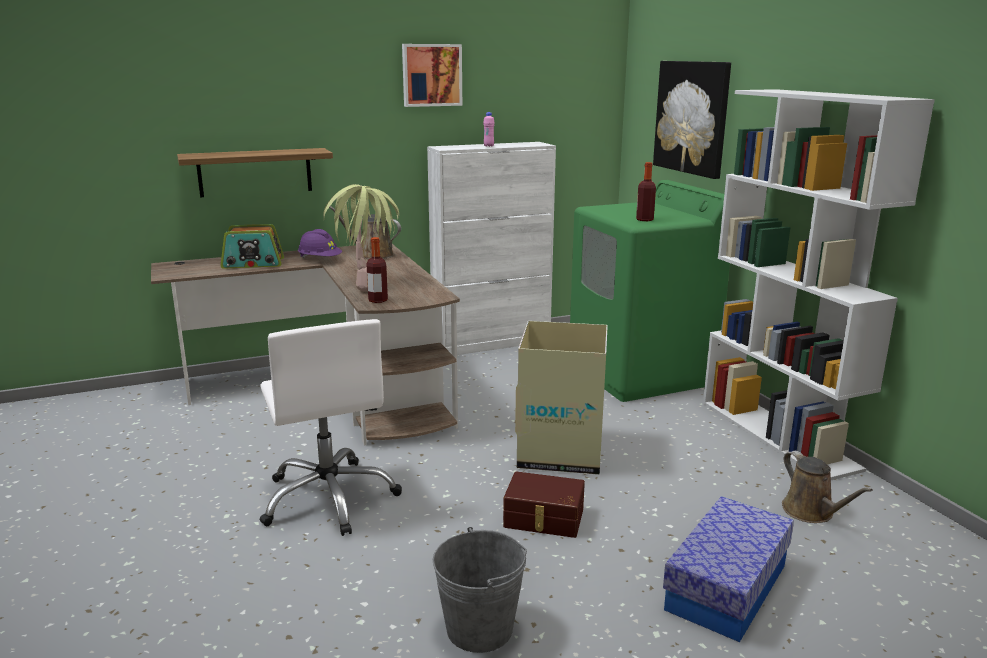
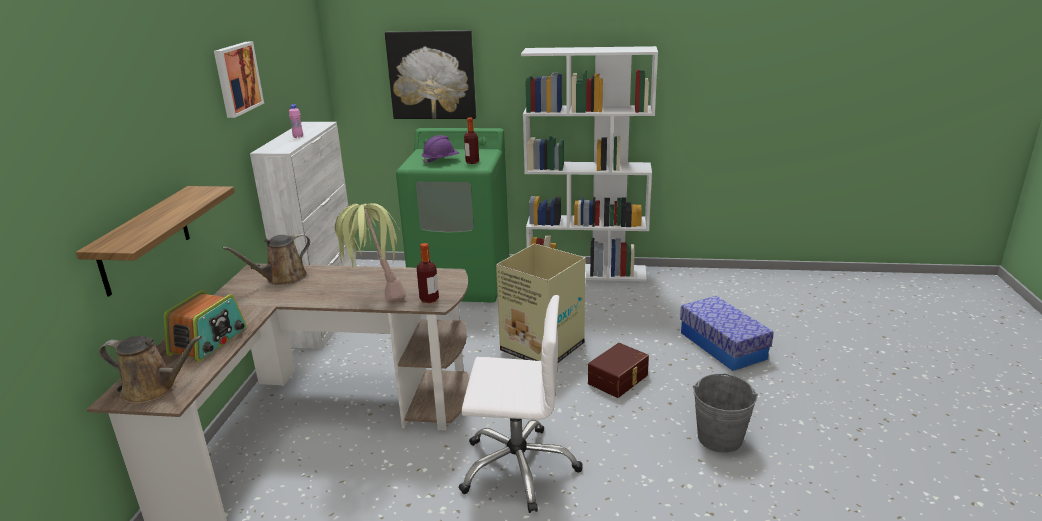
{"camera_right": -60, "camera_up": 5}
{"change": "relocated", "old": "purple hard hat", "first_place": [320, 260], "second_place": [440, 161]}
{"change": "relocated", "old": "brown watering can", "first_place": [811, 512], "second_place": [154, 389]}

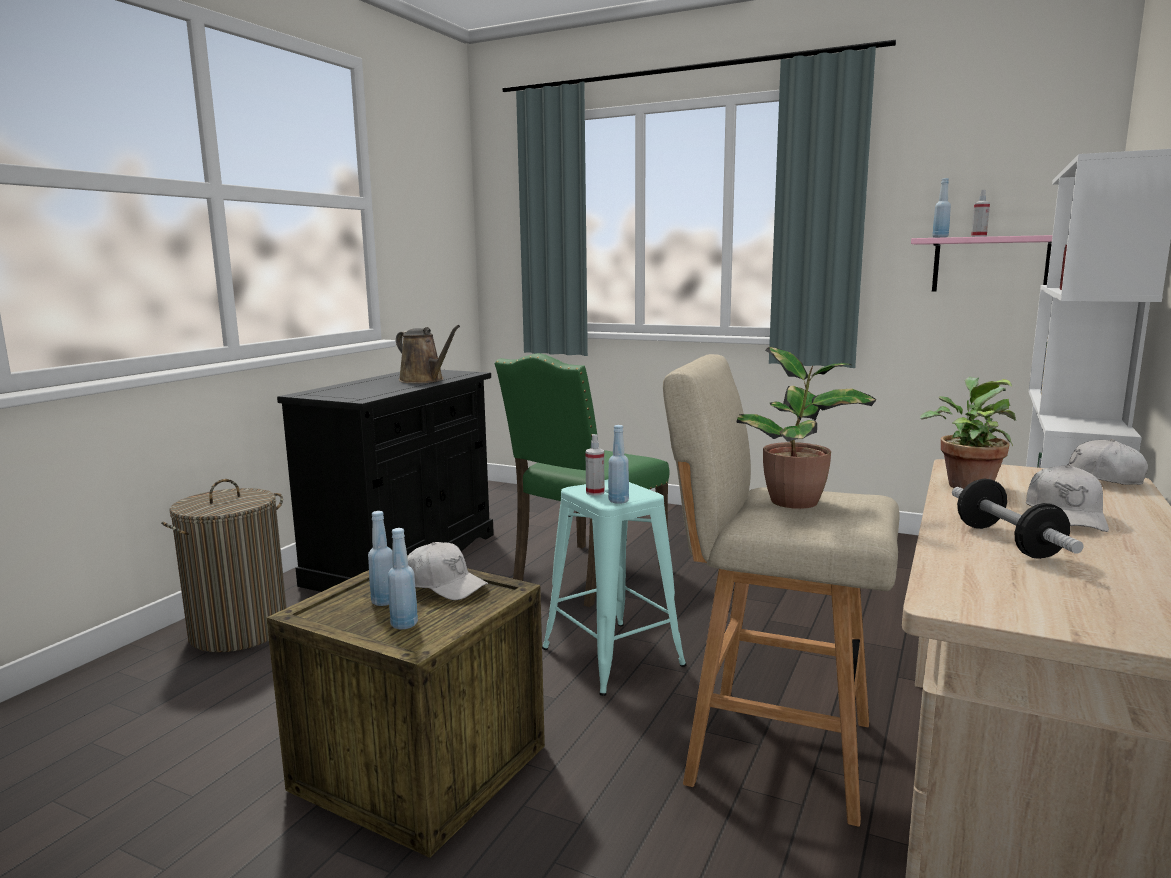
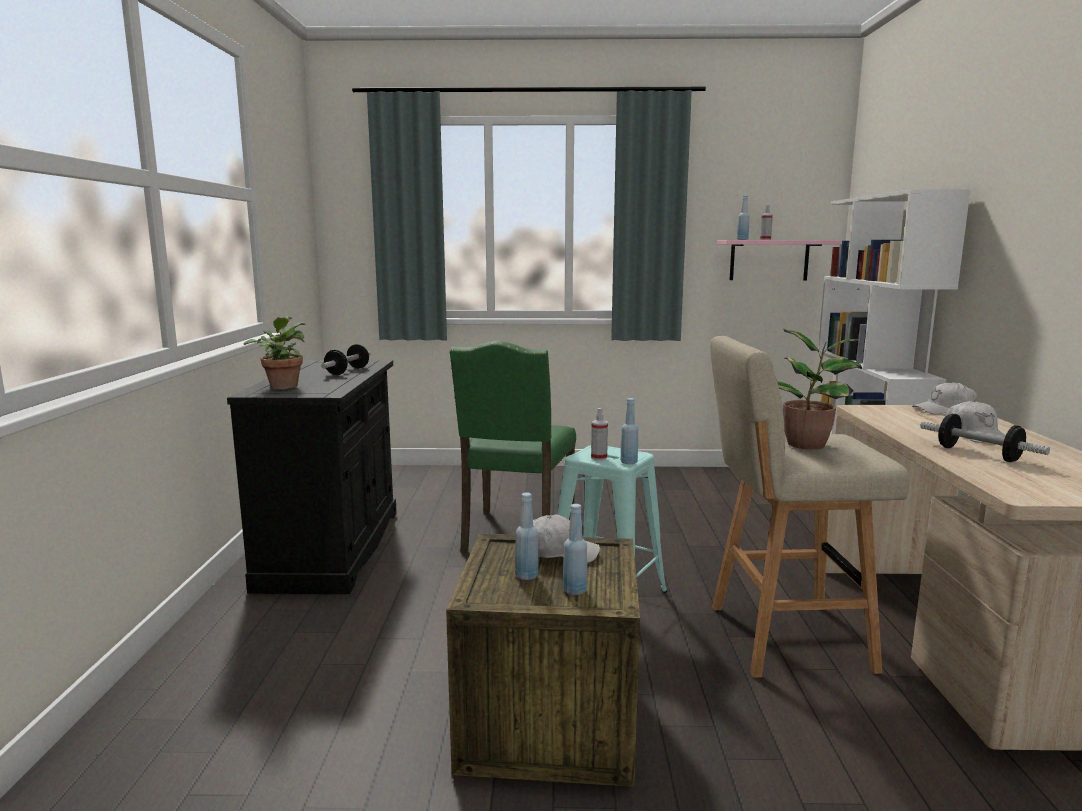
{"camera_right": -25, "camera_up": 0}
{"change": "missing", "old": "laundry basket", "first_place": [238, 631]}
{"change": "exchanged", "old": "brown watering can", "new": "dumbbell", "first_place": [424, 380], "second_place": [347, 371]}
{"change": "relocated", "old": "potted plant", "first_place": [966, 485], "second_place": [283, 386]}

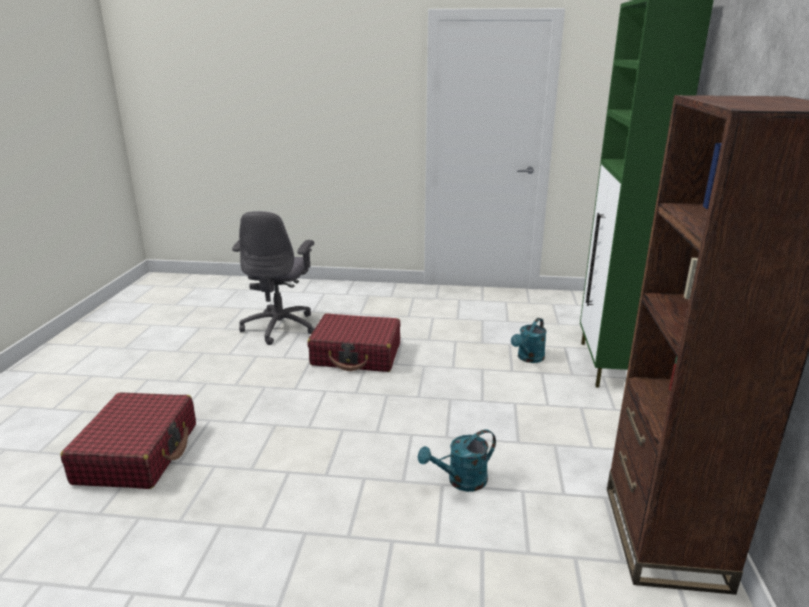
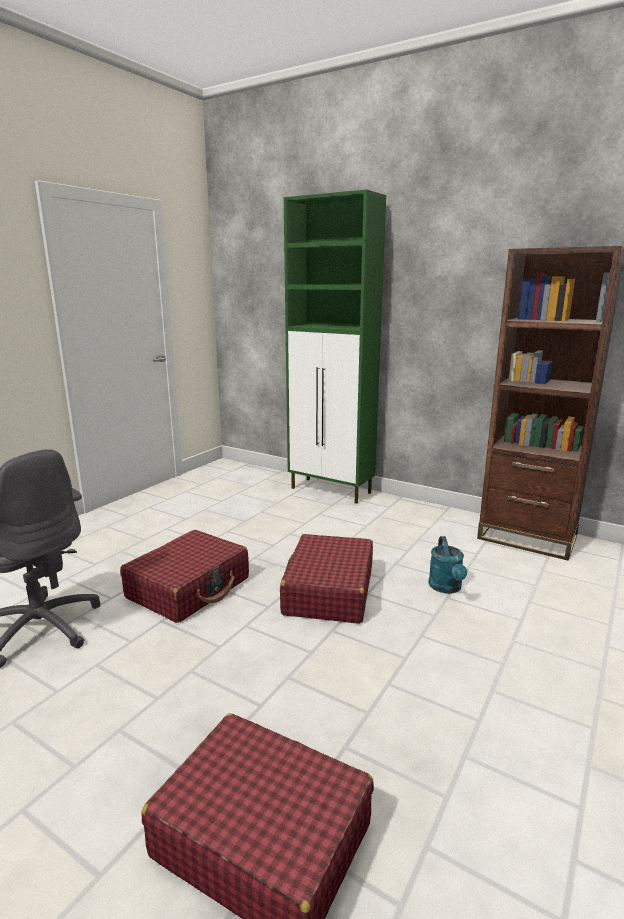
{"camera_right": -65, "camera_up": -5}
{"change": "missing", "old": "turquoise watering can", "first_place": [528, 358]}
{"change": "appeared", "new": "red suitcase", "second_place": [328, 591]}

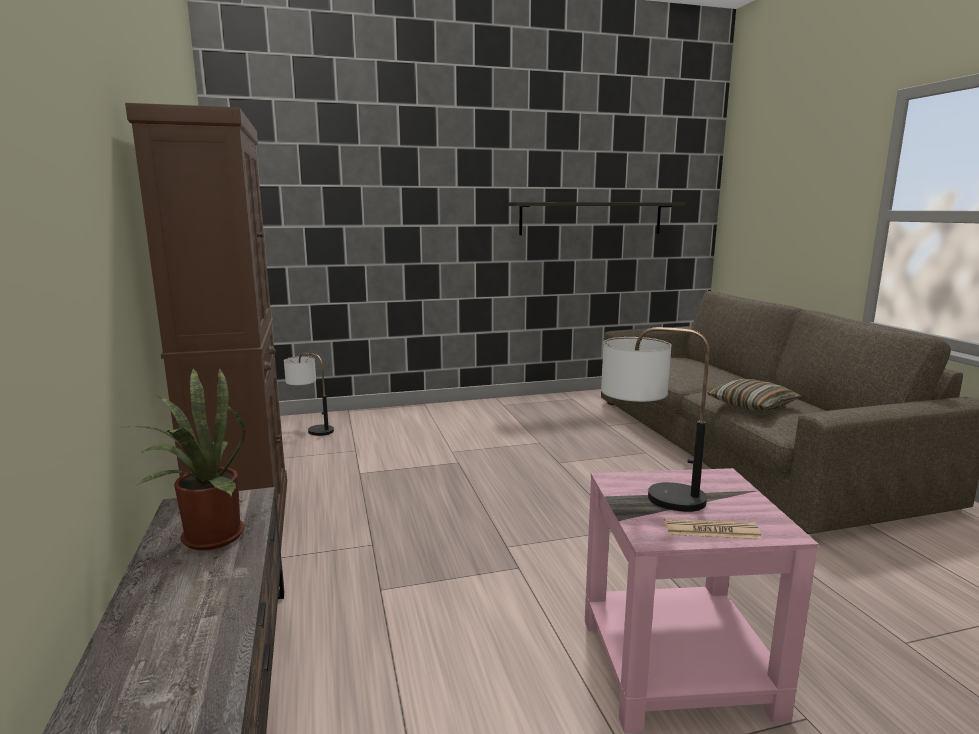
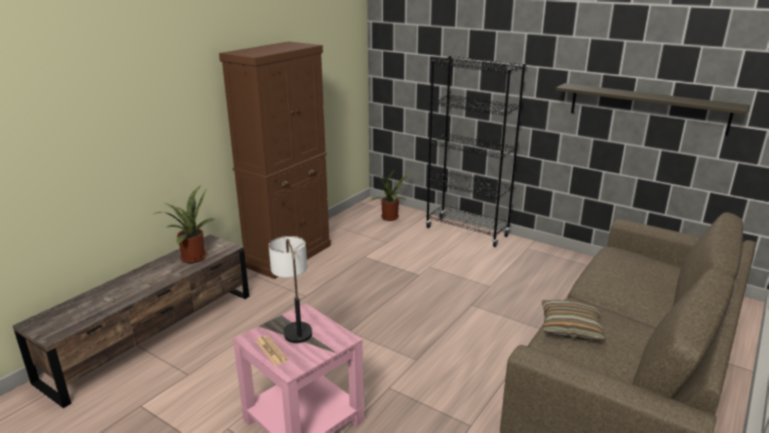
{"camera_right": 50, "camera_up": 10}
{"change": "exchanged", "old": "table lamp", "new": "potted plant", "first_place": [311, 429], "second_place": [391, 218]}
{"change": "appeared", "new": "black bookcase", "second_place": [467, 232]}

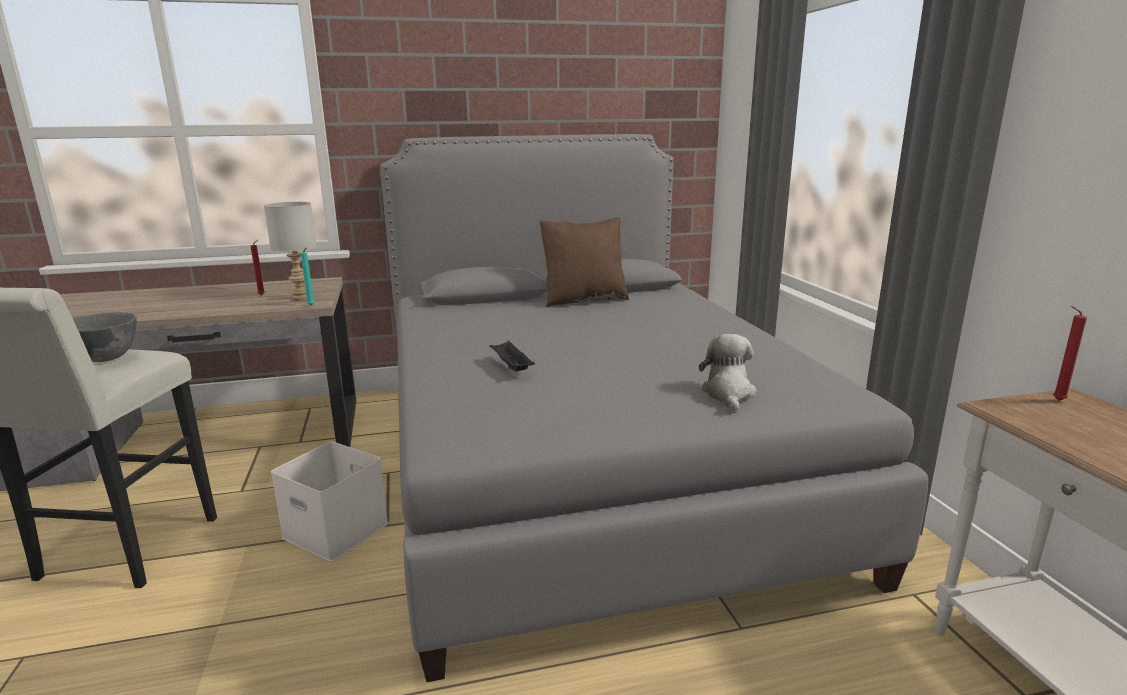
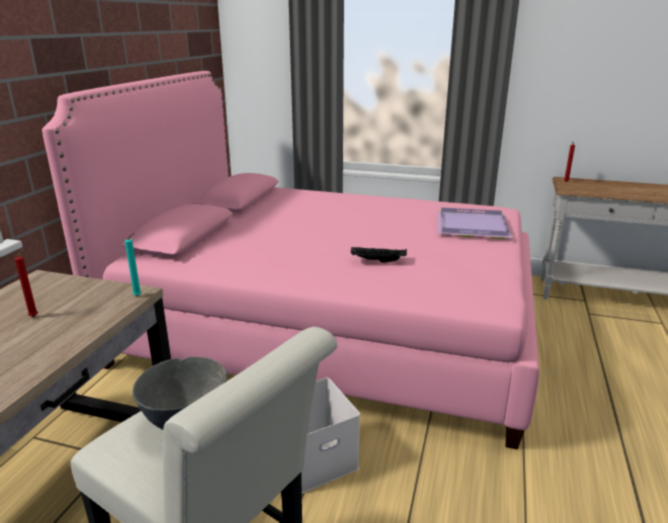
{"camera_right": -60, "camera_up": 5}
{"change": "missing", "old": "grey table lamp", "first_place": [302, 297]}
{"change": "colour", "old": "grey bed", "new": "pink bed", "first_place": [584, 464], "second_place": [329, 327]}
{"change": "missing", "old": "brown pillow", "first_place": [584, 300]}
{"change": "exchanged", "old": "plush toy", "new": "purple tray", "first_place": [728, 394], "second_place": [473, 227]}

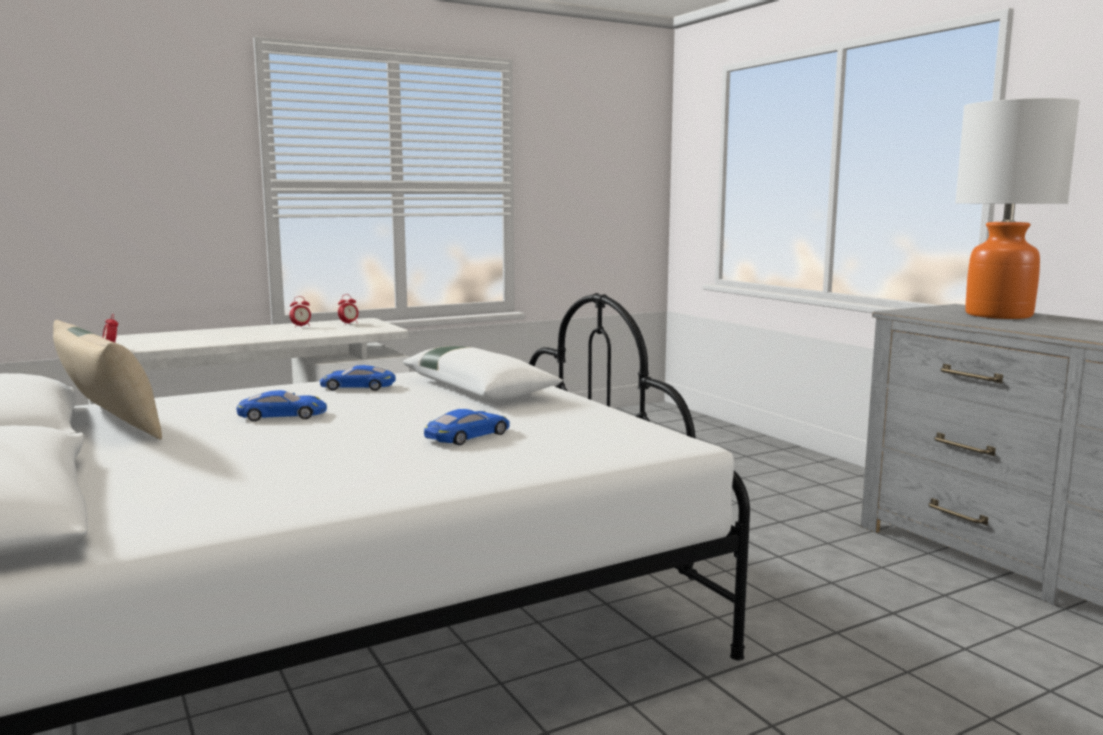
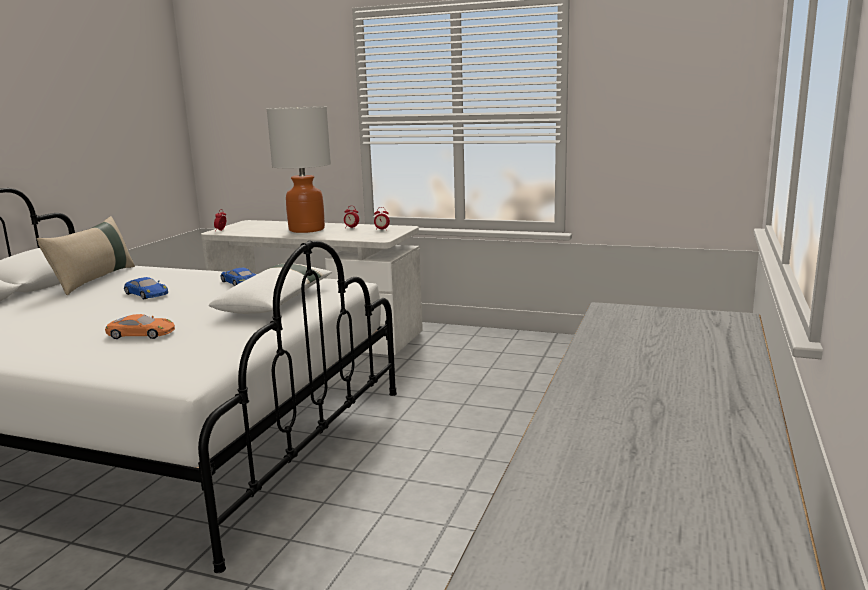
{"camera_right": 50, "camera_up": 5}
{"change": "colour", "old": "blue toy car", "new": "orange toy car", "first_place": [468, 436], "second_place": [141, 334]}
{"change": "relocated", "old": "table lamp", "first_place": [999, 315], "second_place": [307, 229]}

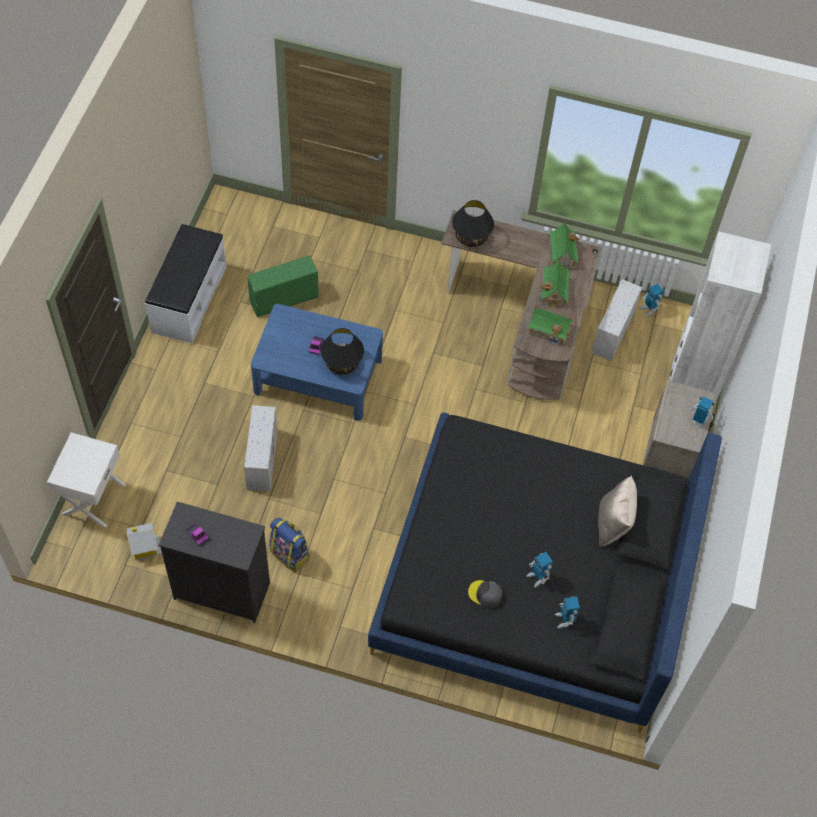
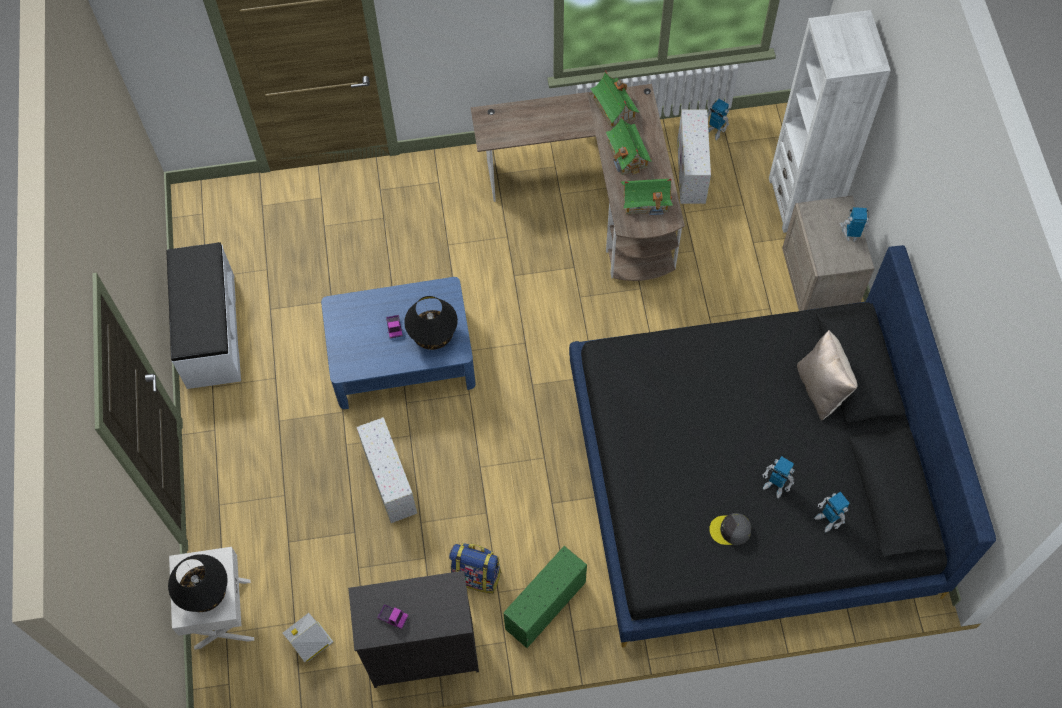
{"camera_right": -20, "camera_up": 5}
{"change": "relocated", "old": "green storage box", "first_place": [283, 299], "second_place": [544, 606]}
{"change": "relocated", "old": "black table lamp", "first_place": [471, 237], "second_place": [204, 592]}

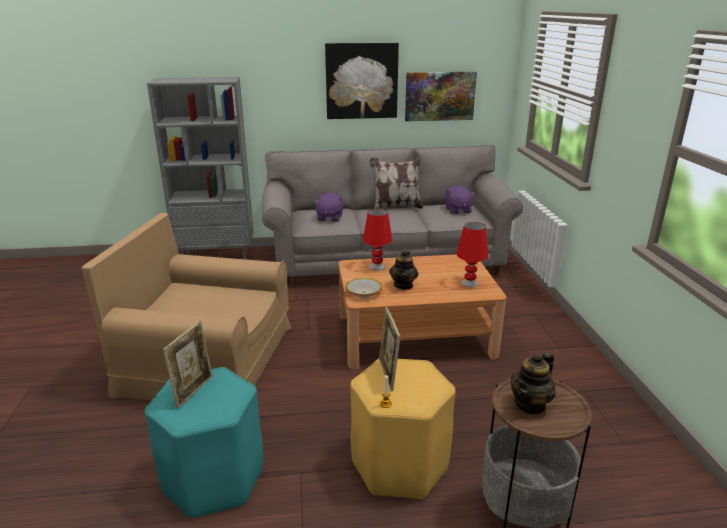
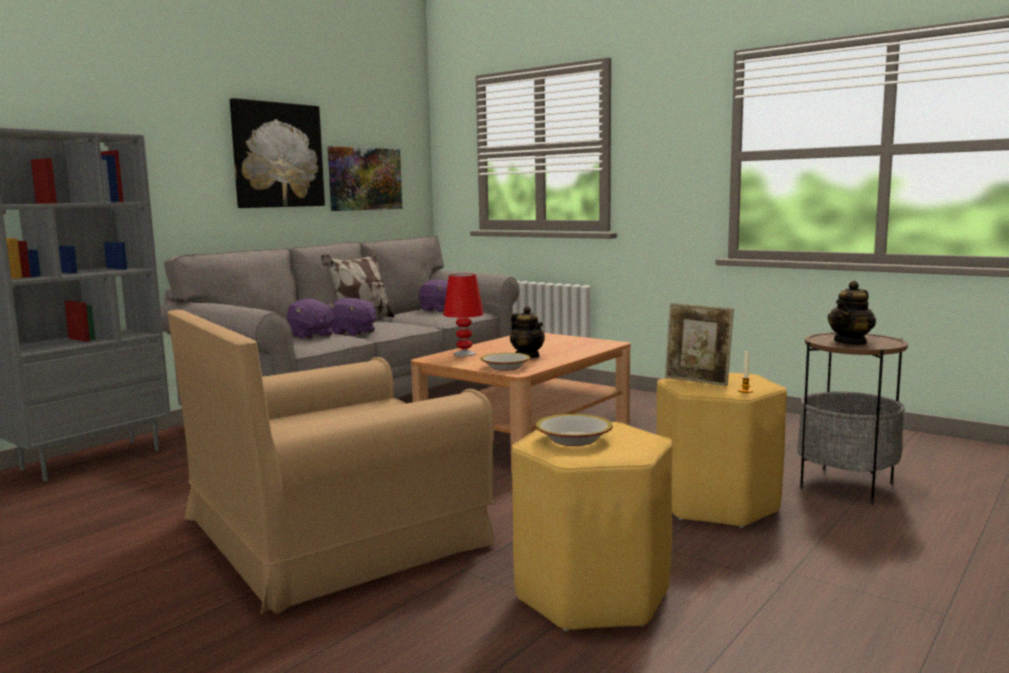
{"camera_right": -45, "camera_up": -15}
{"change": "colour", "old": "turquoise stool", "new": "yellow stool", "first_place": [213, 479], "second_place": [591, 595]}
{"change": "exchanged", "old": "picture frame", "new": "bowl", "first_place": [193, 390], "second_place": [573, 439]}
{"change": "missing", "old": "red table lamp", "first_place": [469, 283]}
{"change": "spun", "old": "teapot", "first_place": [530, 404], "second_place": [850, 342], "degrees": 45}
{"change": "appeared", "new": "purple plush toy", "second_place": [353, 333]}

